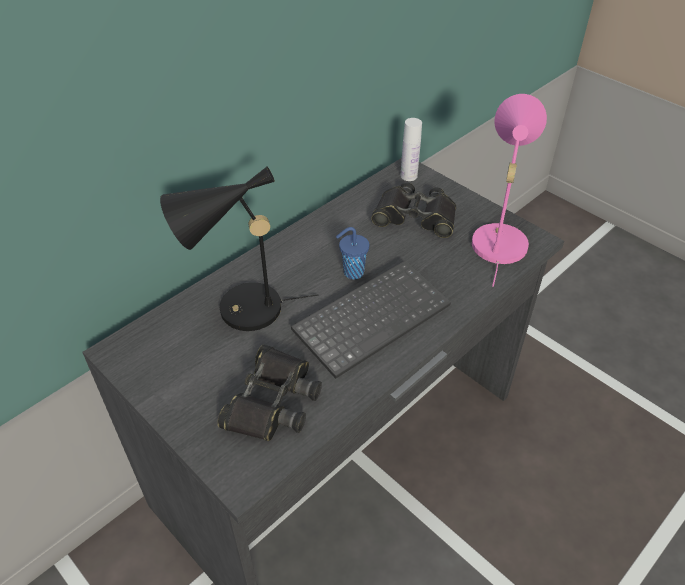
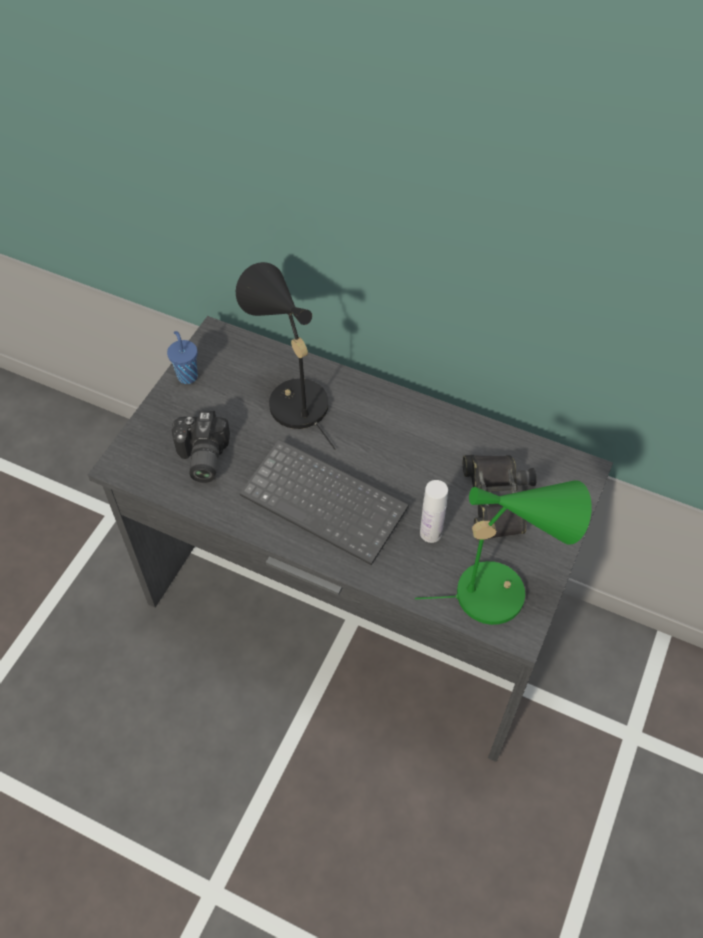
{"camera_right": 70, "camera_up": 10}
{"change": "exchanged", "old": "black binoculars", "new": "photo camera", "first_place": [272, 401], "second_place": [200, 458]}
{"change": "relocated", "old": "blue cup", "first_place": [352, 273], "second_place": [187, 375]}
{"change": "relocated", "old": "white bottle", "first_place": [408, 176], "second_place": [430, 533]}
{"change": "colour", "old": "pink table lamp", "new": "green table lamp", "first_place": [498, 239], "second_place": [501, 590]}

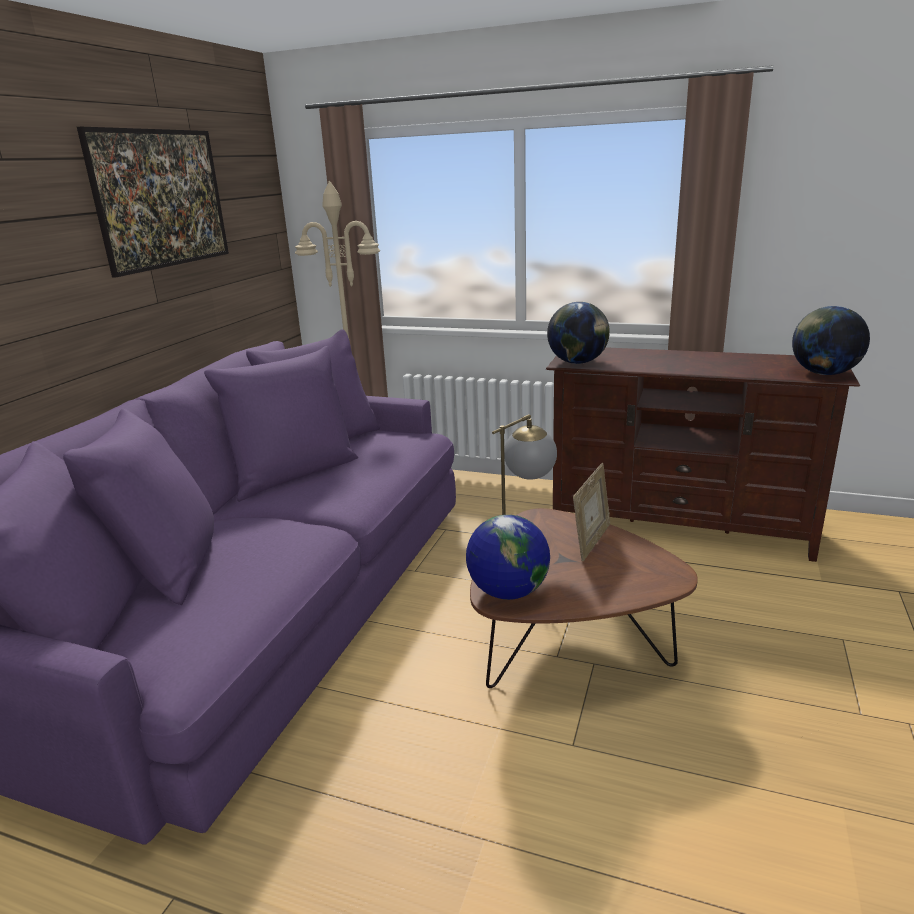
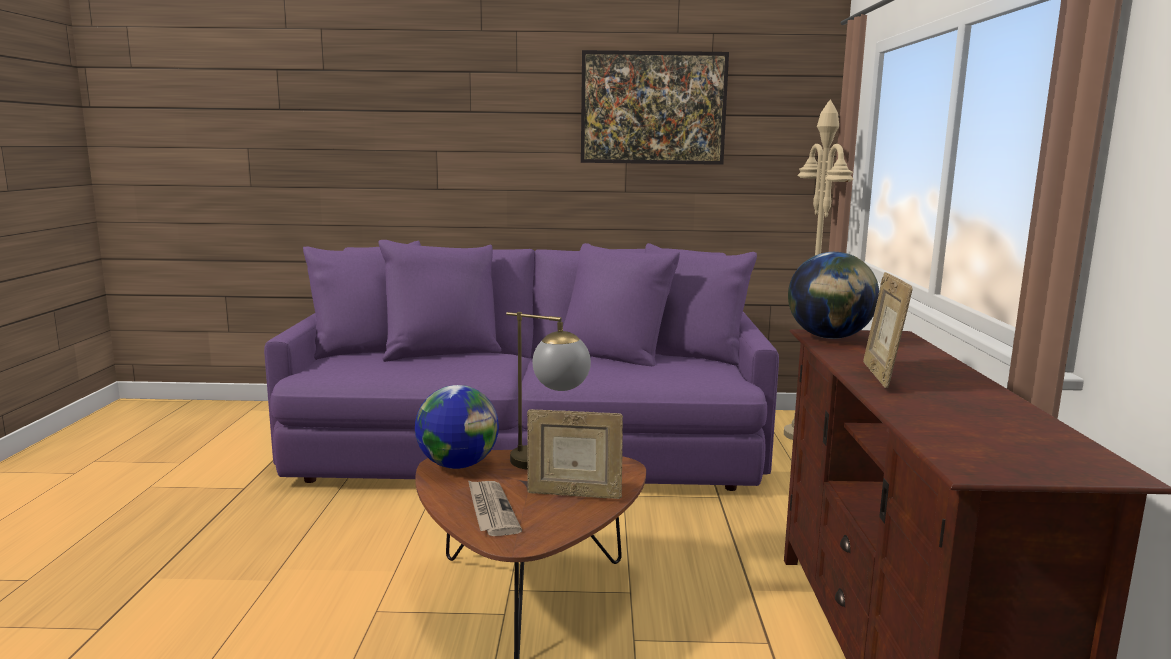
{"camera_right": 70, "camera_up": -10}
{"change": "missing", "old": "globe", "first_place": [823, 373]}
{"change": "appeared", "new": "newspaper", "second_place": [491, 510]}
{"change": "appeared", "new": "picture frame", "second_place": [880, 376]}

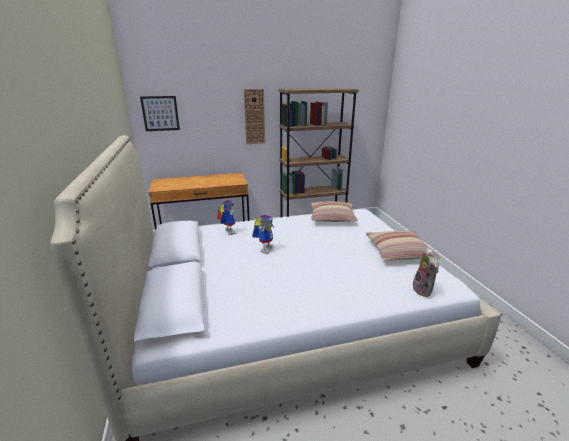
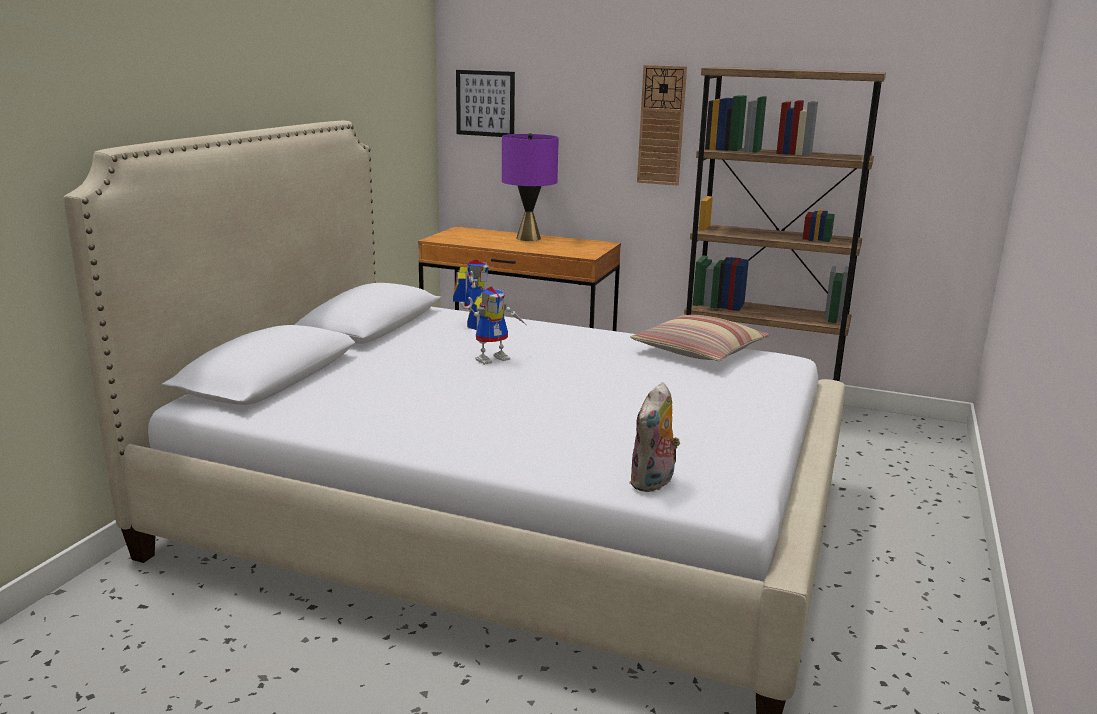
{"camera_right": 35, "camera_up": -5}
{"change": "missing", "old": "pillow", "first_place": [399, 252]}
{"change": "appeared", "new": "purple table lamp", "second_place": [528, 238]}

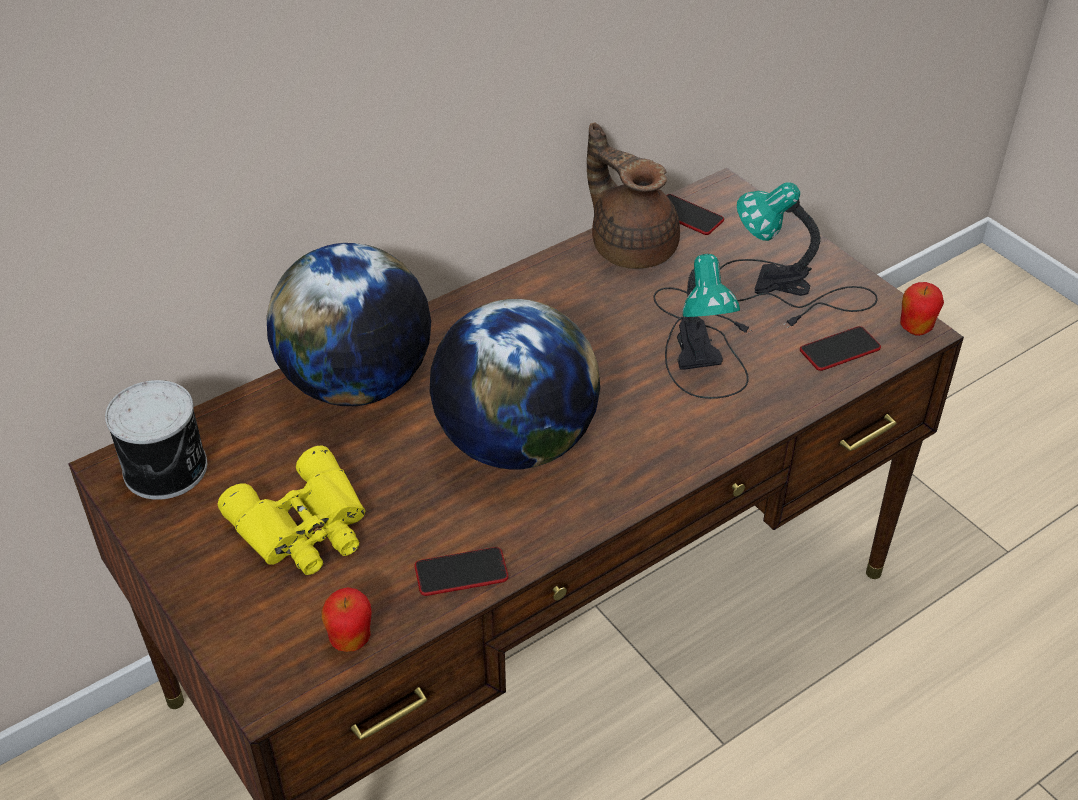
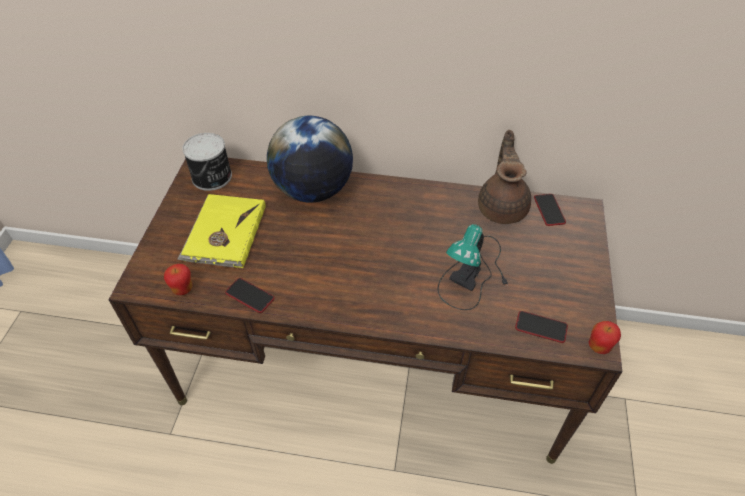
{"camera_right": 45, "camera_up": 5}
{"change": "exchanged", "old": "yellow binoculars", "new": "yellow book", "first_place": [305, 527], "second_place": [224, 233]}
{"change": "missing", "old": "globe", "first_place": [515, 443]}
{"change": "missing", "old": "table lamp", "first_place": [787, 291]}

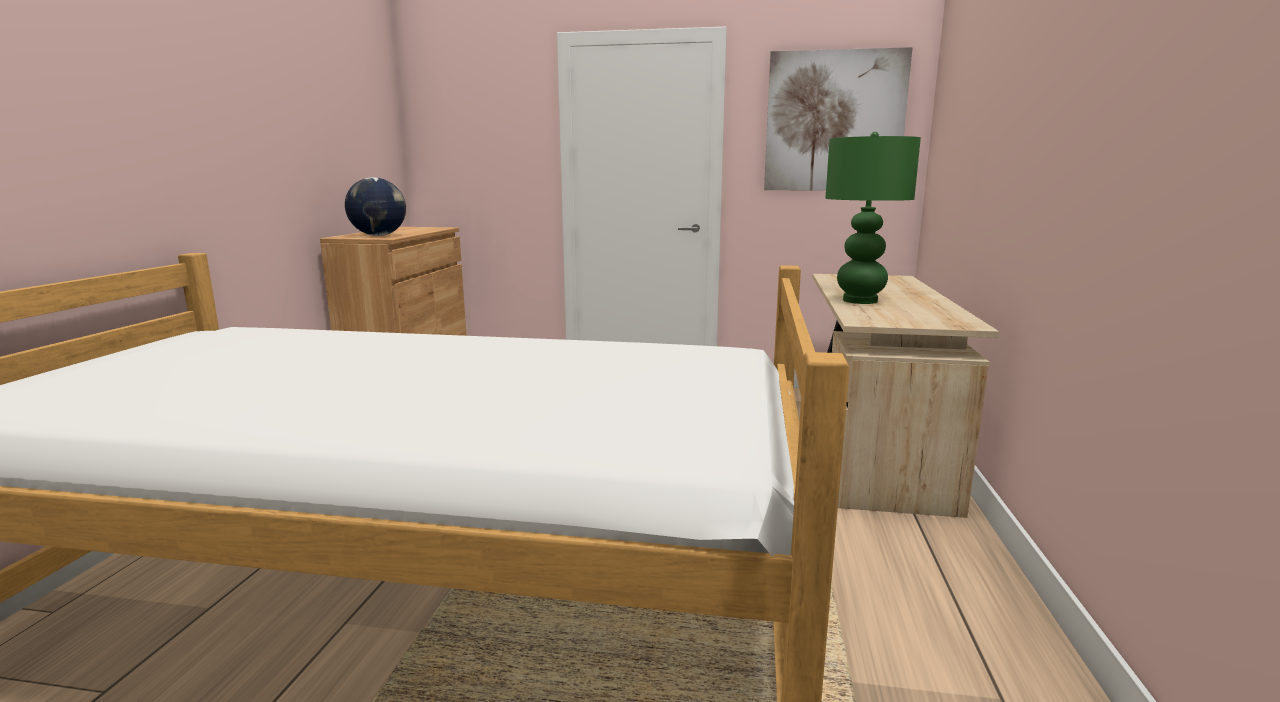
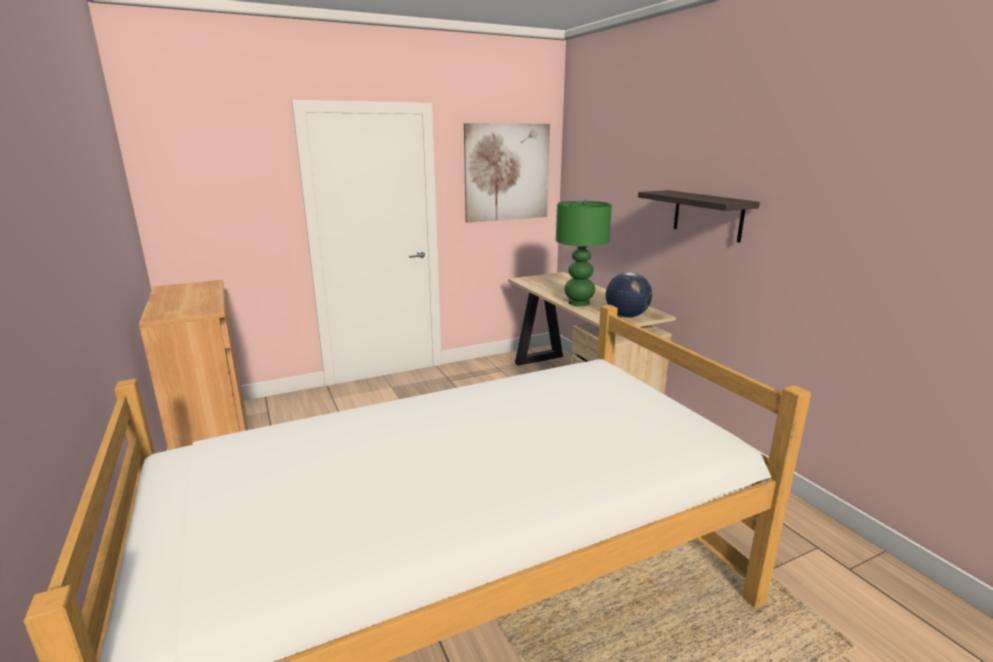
{"camera_right": -35, "camera_up": 5}
{"change": "relocated", "old": "globe", "first_place": [379, 235], "second_place": [627, 316]}
{"change": "appeared", "new": "shelf", "second_place": [707, 215]}

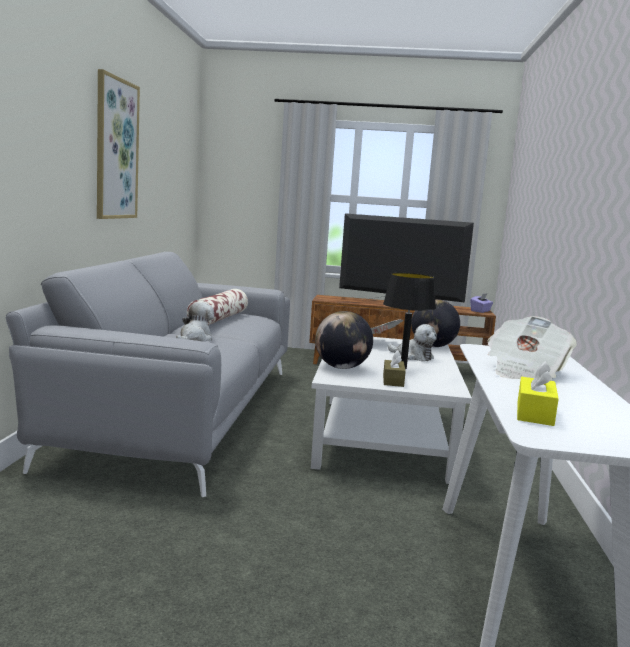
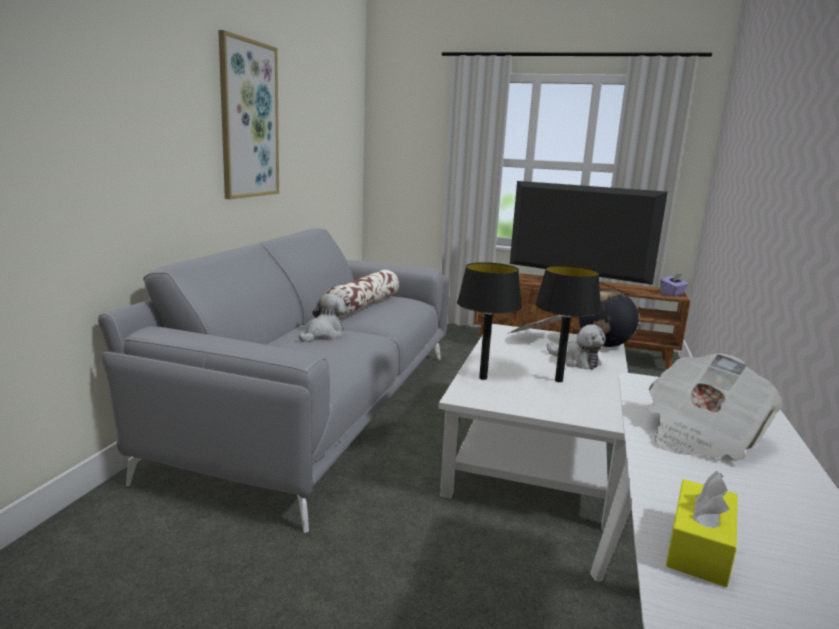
{"camera_right": 10, "camera_up": 5}
{"change": "exchanged", "old": "globe", "new": "black table lamp", "first_place": [341, 367], "second_place": [483, 378]}
{"change": "missing", "old": "brown tissue box", "first_place": [393, 380]}

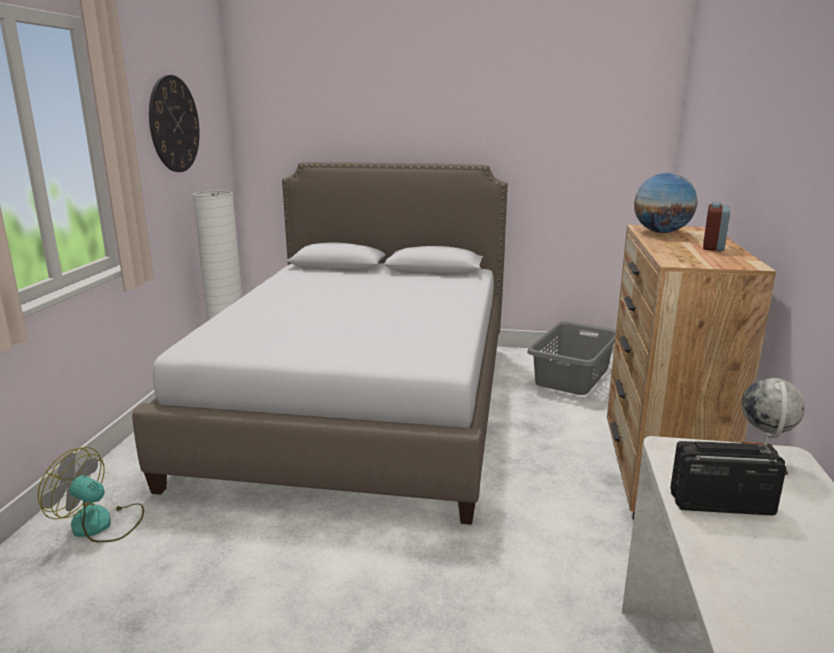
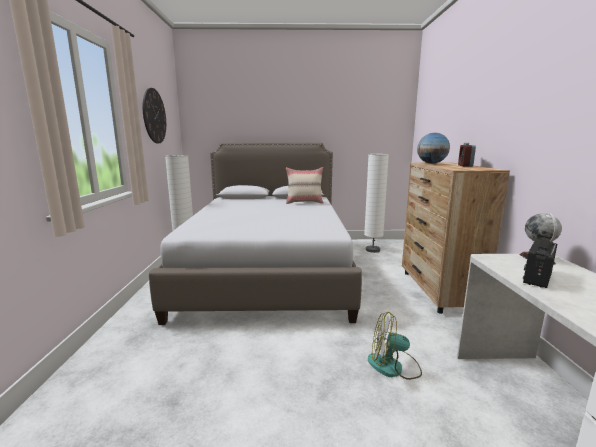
{"camera_right": -10, "camera_up": -5}
{"change": "relocated", "old": "fan", "first_place": [100, 524], "second_place": [393, 367]}
{"change": "exchanged", "old": "grey laundry basket", "new": "white floor lamp", "first_place": [573, 376], "second_place": [372, 250]}
{"change": "spun", "old": "radio", "first_place": [720, 503], "second_place": [537, 278], "degrees": -45}
{"change": "appeared", "new": "beige pillow", "second_place": [304, 202]}

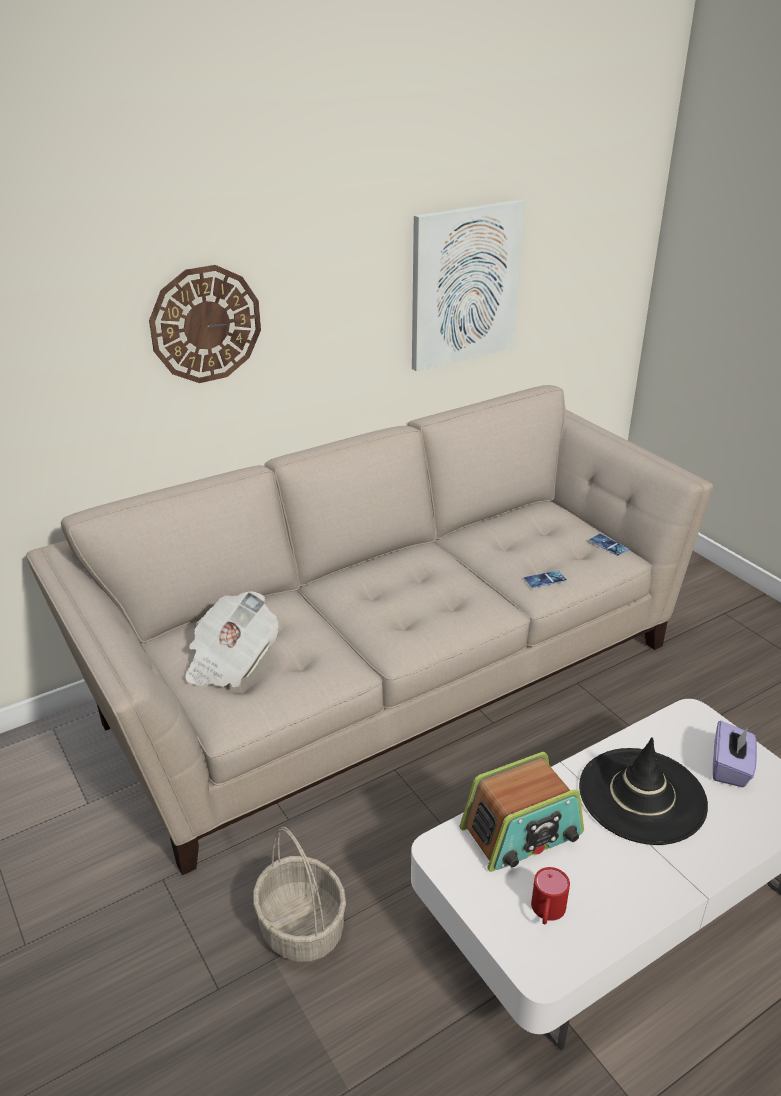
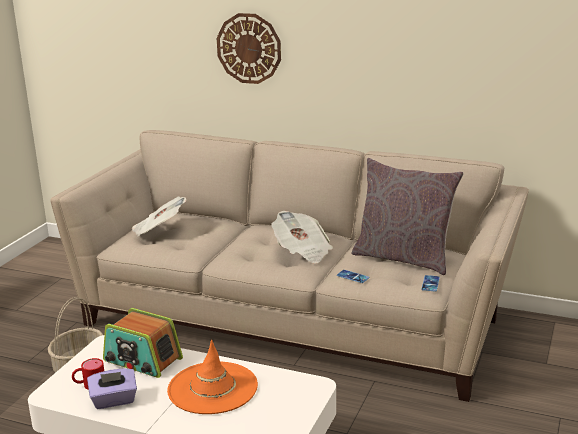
{"camera_right": 55, "camera_up": -10}
{"change": "missing", "old": "picture", "first_place": [464, 285]}
{"change": "colour", "old": "black hat", "new": "orange hat", "first_place": [642, 796], "second_place": [212, 388]}
{"change": "relocated", "old": "purple tissue box", "first_place": [730, 768], "second_place": [114, 401]}
{"change": "appeared", "new": "newspaper", "second_place": [302, 251]}
{"change": "appeared", "new": "grey pillow", "second_place": [404, 258]}

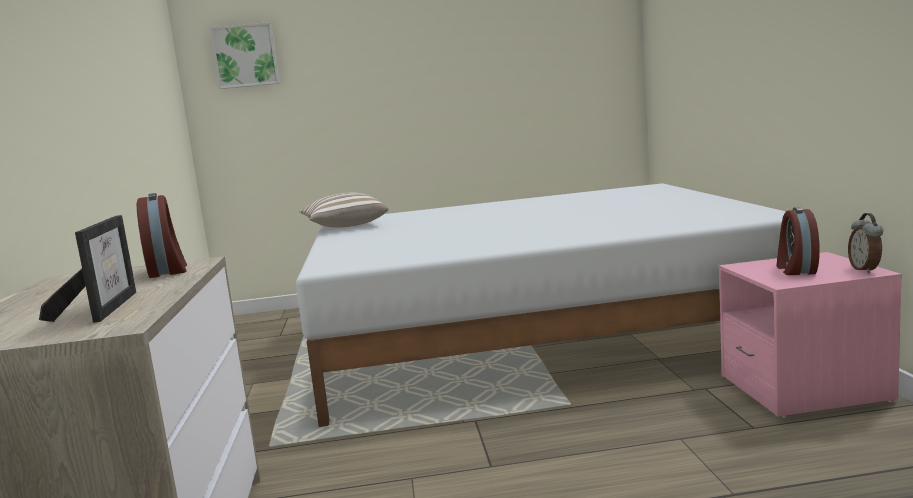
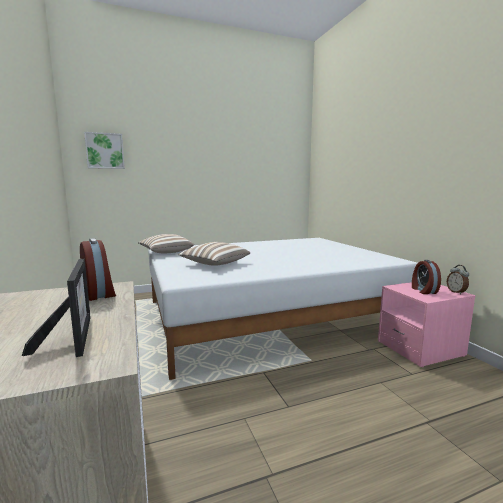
{"camera_right": -15, "camera_up": 0}
{"change": "appeared", "new": "pillow", "second_place": [214, 264]}

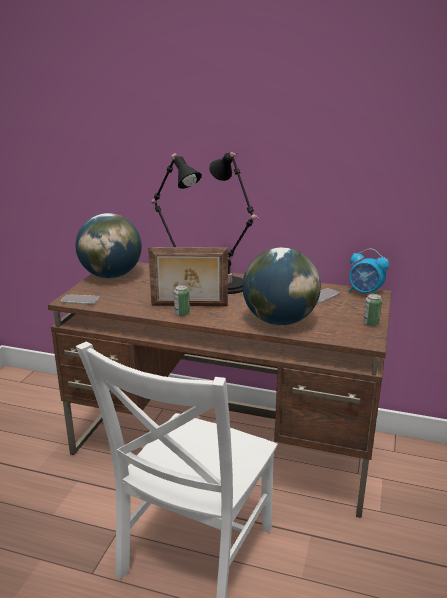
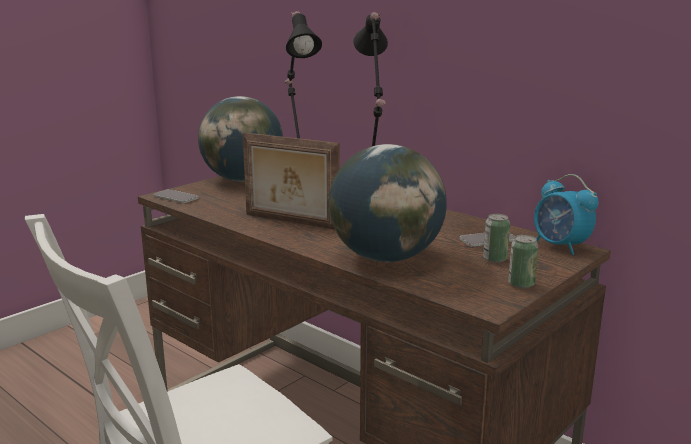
{"camera_right": 25, "camera_up": -5}
{"change": "relocated", "old": "can", "first_place": [182, 314], "second_place": [495, 259]}

